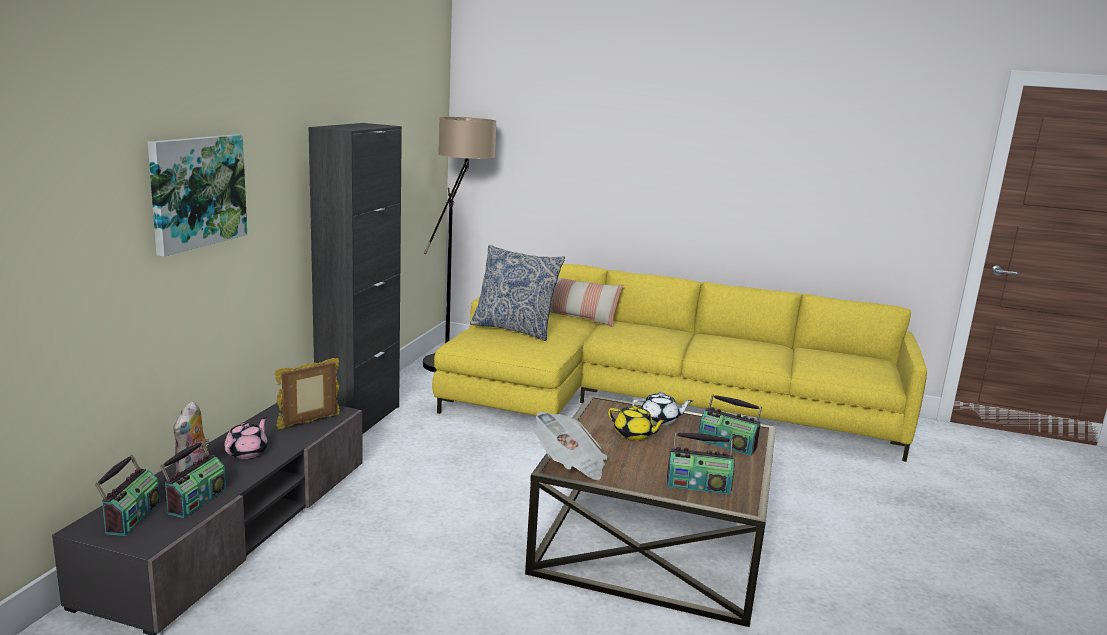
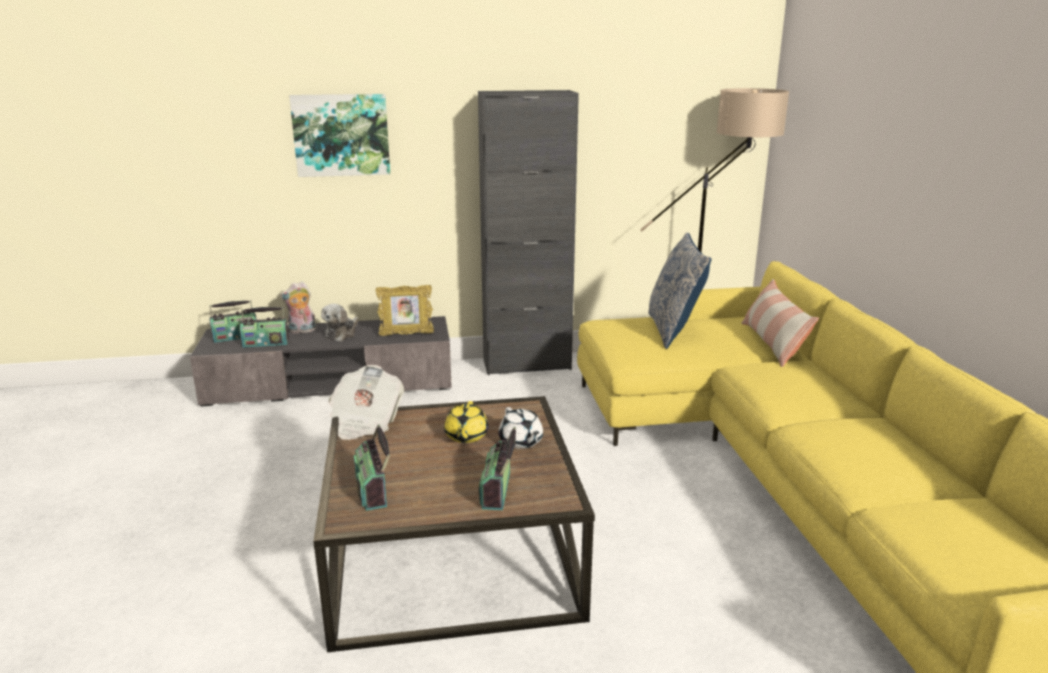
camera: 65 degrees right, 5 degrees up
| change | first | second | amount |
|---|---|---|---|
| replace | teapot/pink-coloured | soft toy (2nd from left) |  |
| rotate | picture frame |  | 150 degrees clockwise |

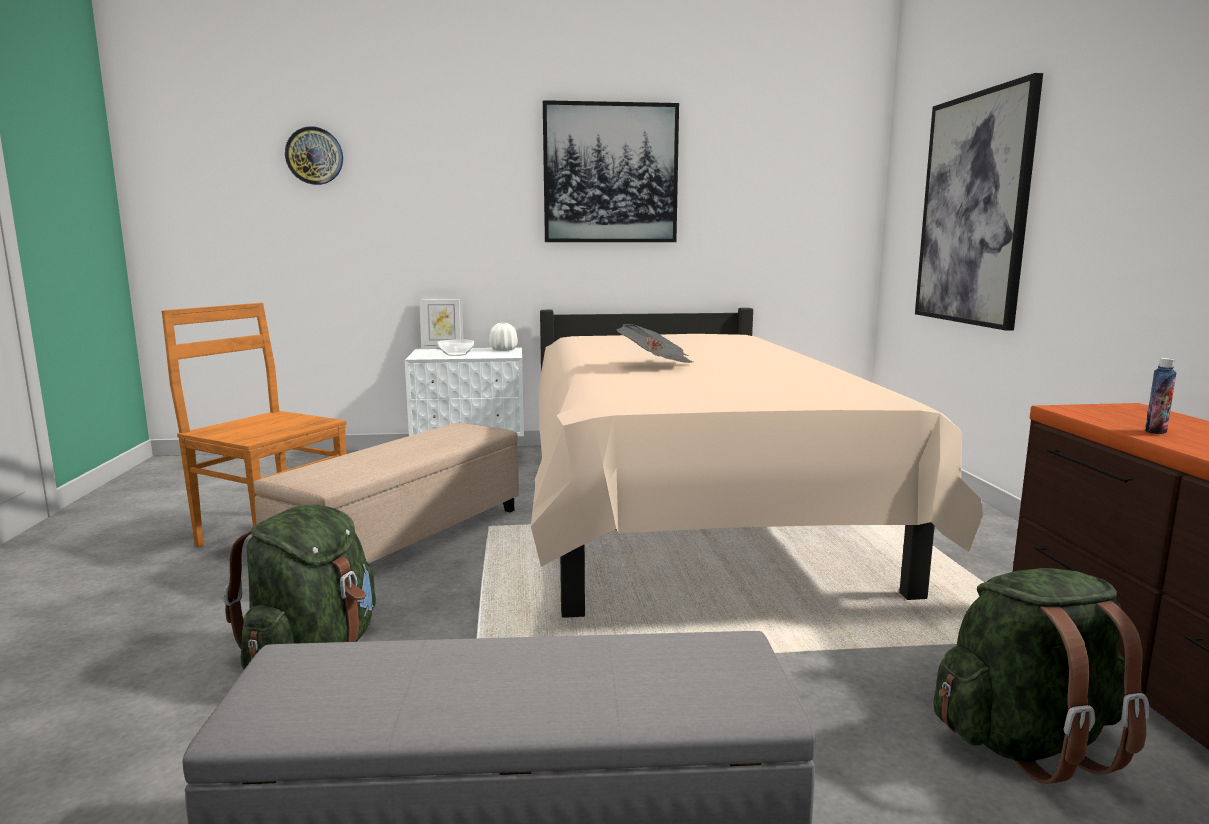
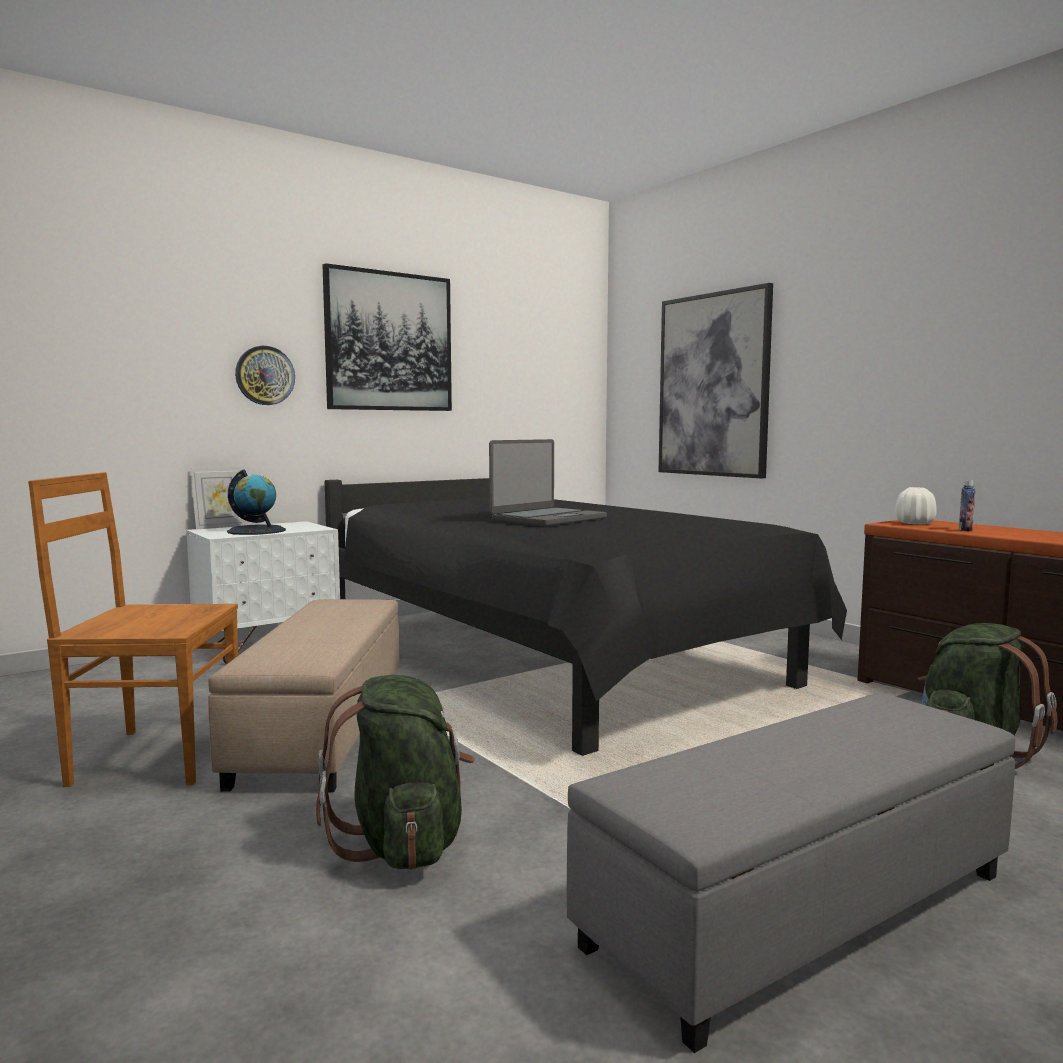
camera: 30 degrees left, 5 degrees down
| change | first | second | amount |
|---|---|---|---|
| replace | serving bowl | desk globe |  |
| move | hanging clock |  |  |
| recolor | bedroom bed/sand-coloured | bedroom bed/black |  |
| replace | daily paper | portable computer |  |
| move | flower vase/white-coloured |  |  |

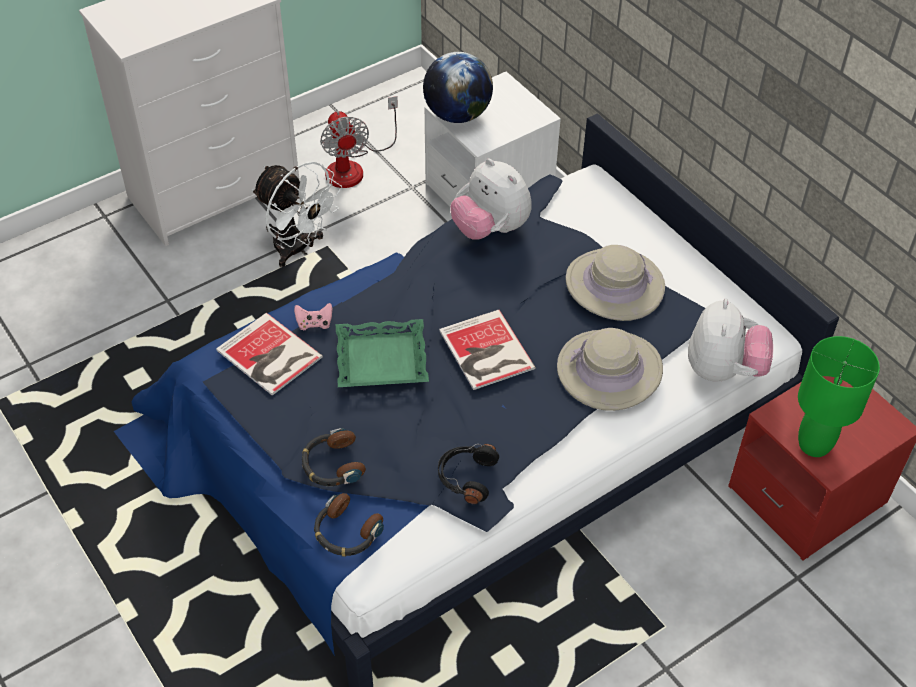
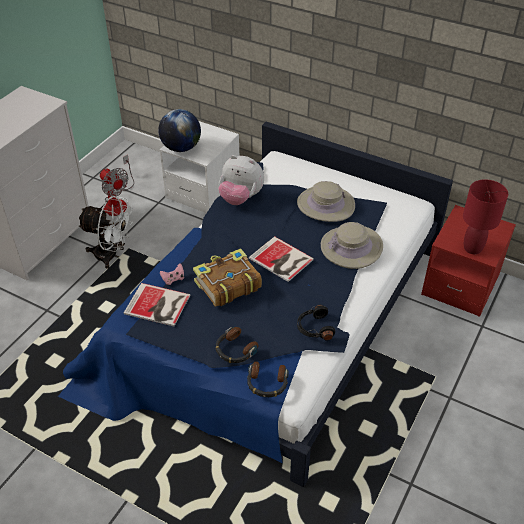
camera: 25 degrees left, 5 degrees down
| change | first | second | amount |
|---|---|---|---|
| replace | serving tray/green-coloured | book (2nd from left) |  |
| recolor | table lamp/green-coloured | table lamp/red-coloured |  |
| delete | soft toy (2nd from left) |  |  |

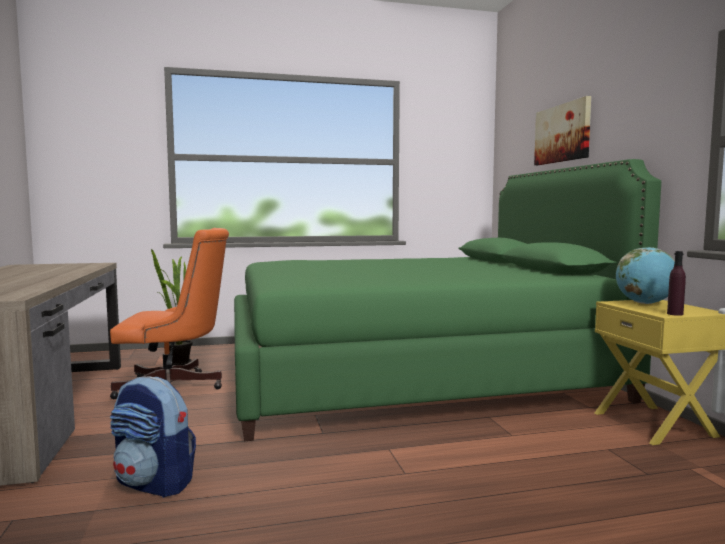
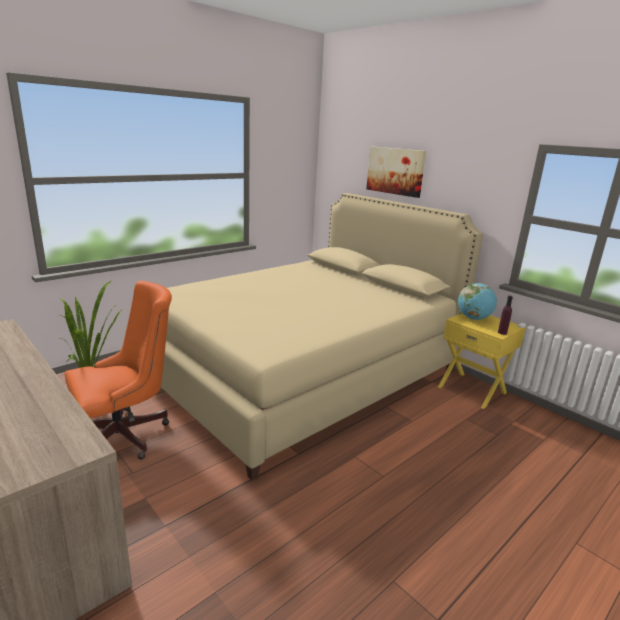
camera: 30 degrees left, 15 degrees up
| change | first | second | amount |
|---|---|---|---|
| recolor | bedroom bed/green-coloured | bedroom bed/sand-coloured |  |
| delete | backpack |  |  |

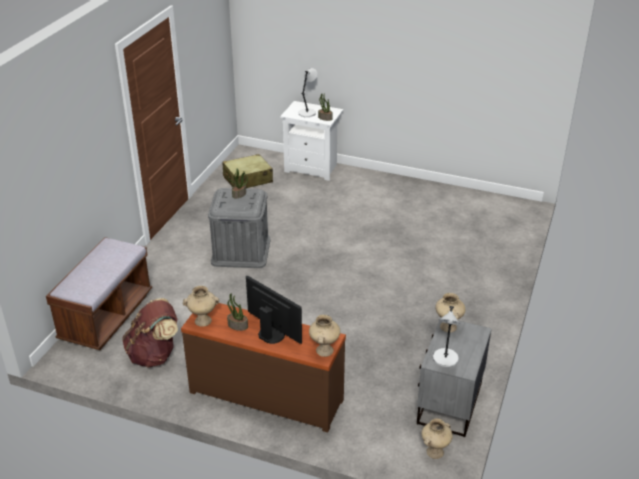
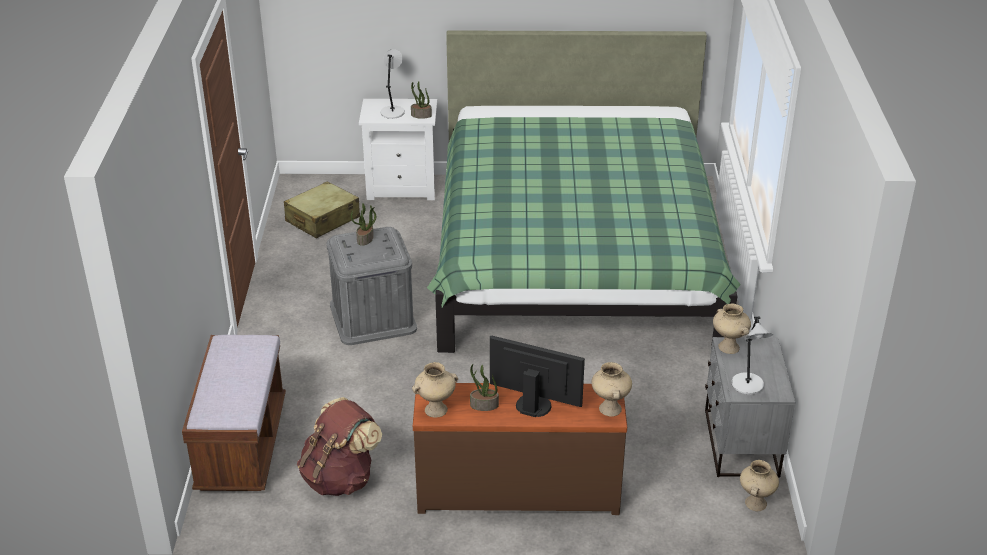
camera: 20 degrees left, 0 degrees up
| change | first | second | amount |
|---|---|---|---|
| insert |  | bedroom bed/green-coloured |  |

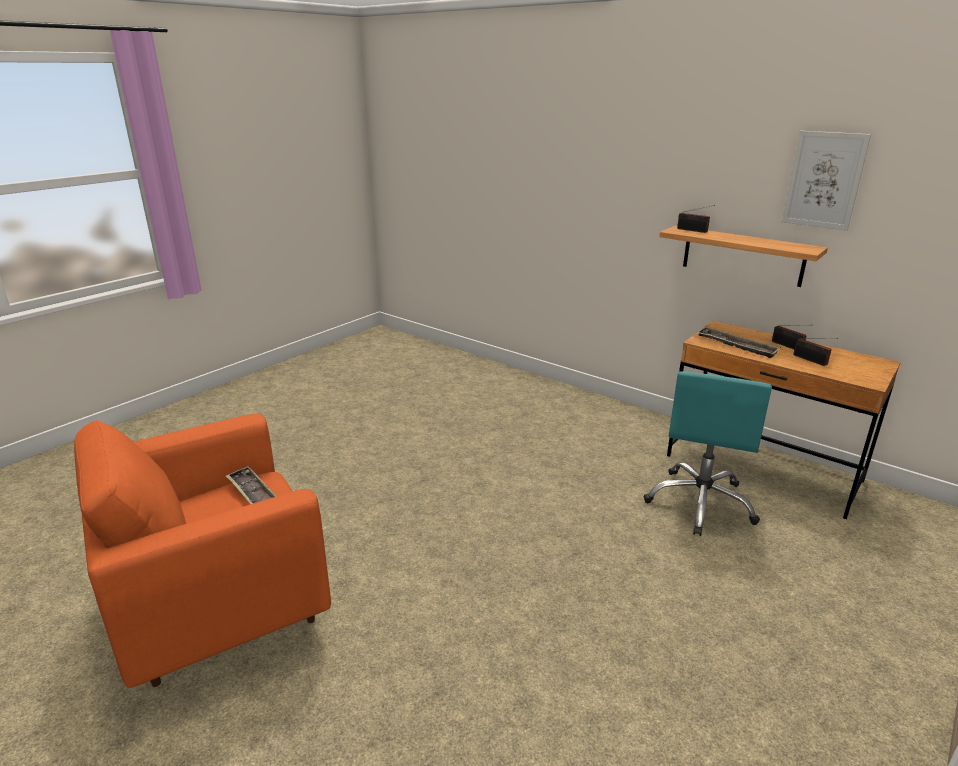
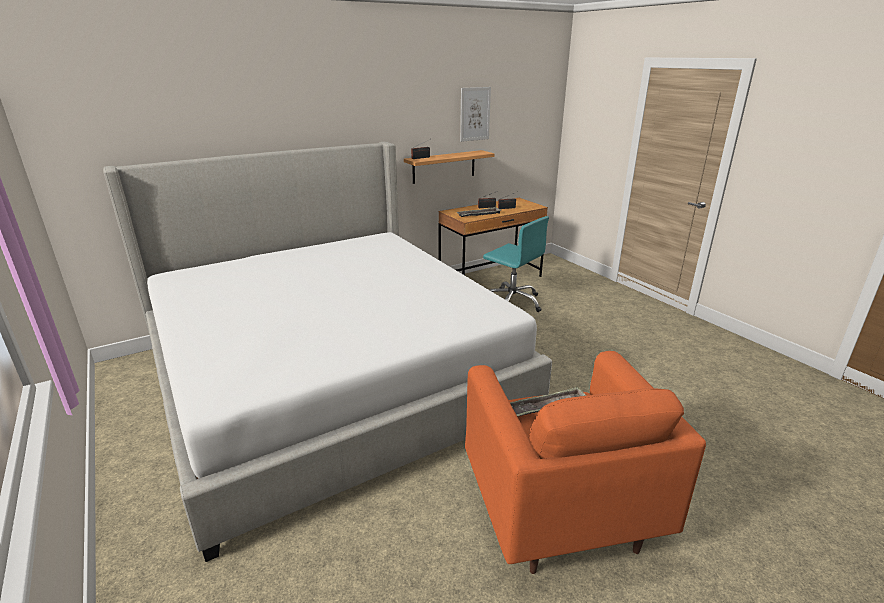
camera: 70 degrees left, 0 degrees up
| change | first | second | amount |
|---|---|---|---|
| insert |  | bedroom bed |  |

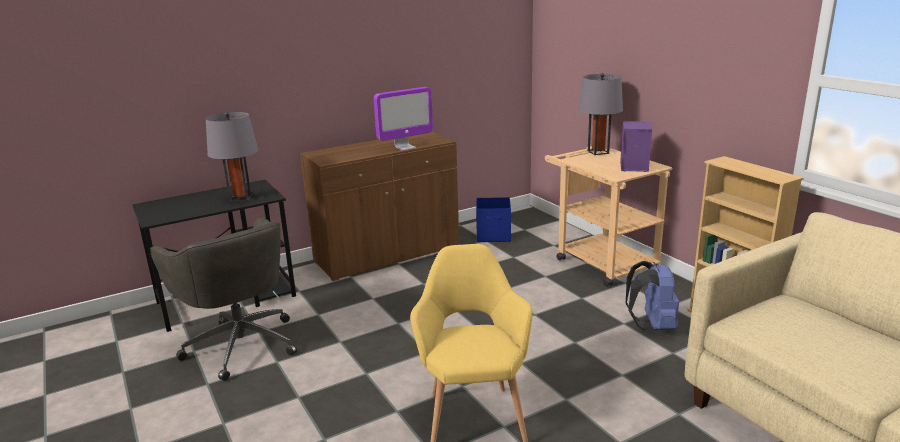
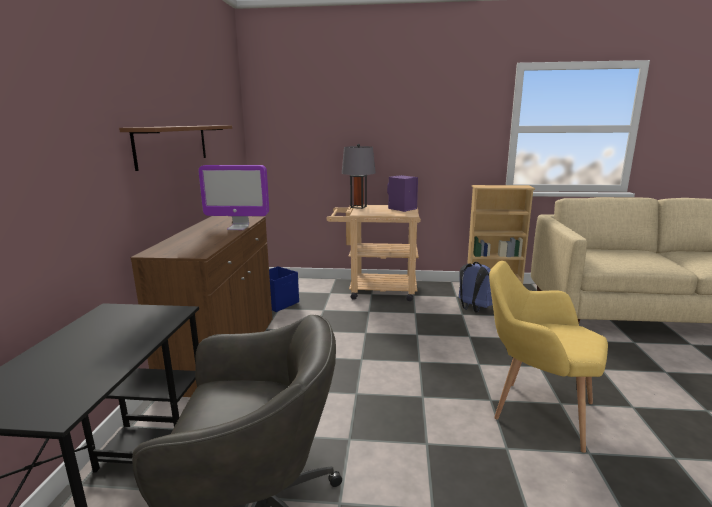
camera: 55 degrees left, 5 degrees down
| change | first | second | amount |
|---|---|---|---|
| insert |  | shelf/brownish |  |
| rotate | computer display |  | 90 degrees clockwise |
| delete | table lamp/greyish (1st from left) |  |  |

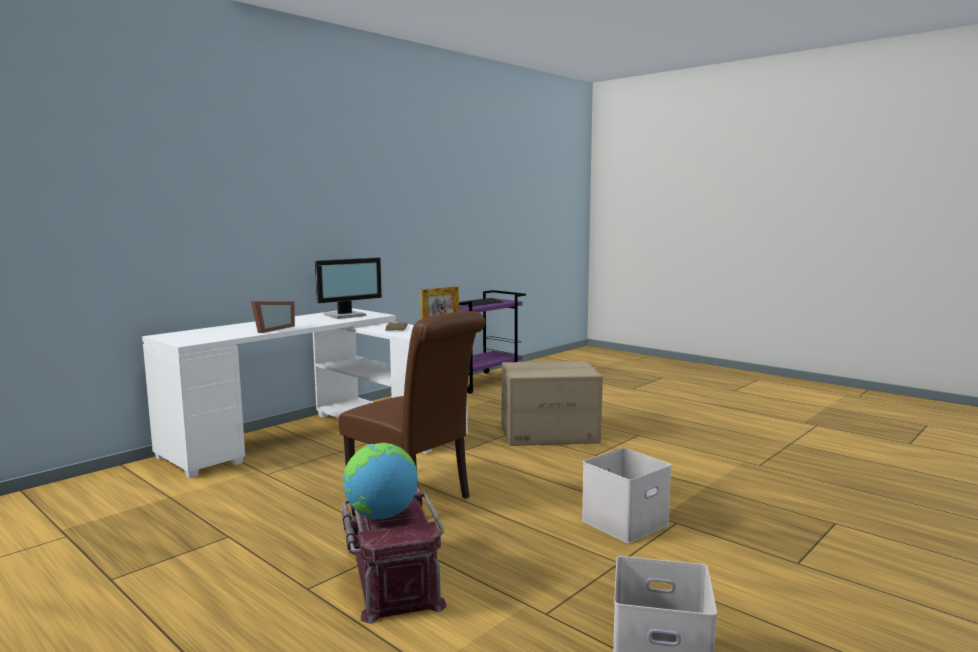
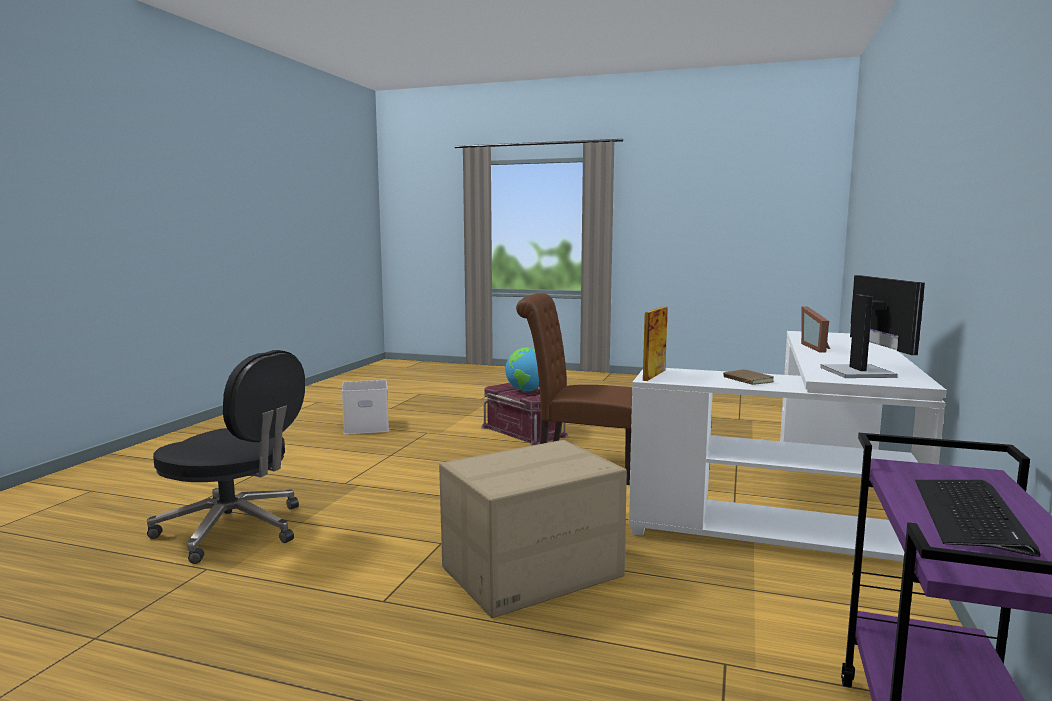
camera: 155 degrees right, 0 degrees up
| change | first | second | amount |
|---|---|---|---|
| insert |  | computer chair/black |  |
| rotate | computer display |  | 150 degrees clockwise |
| delete | storage box/white-coloured (1st from left) |  |  |

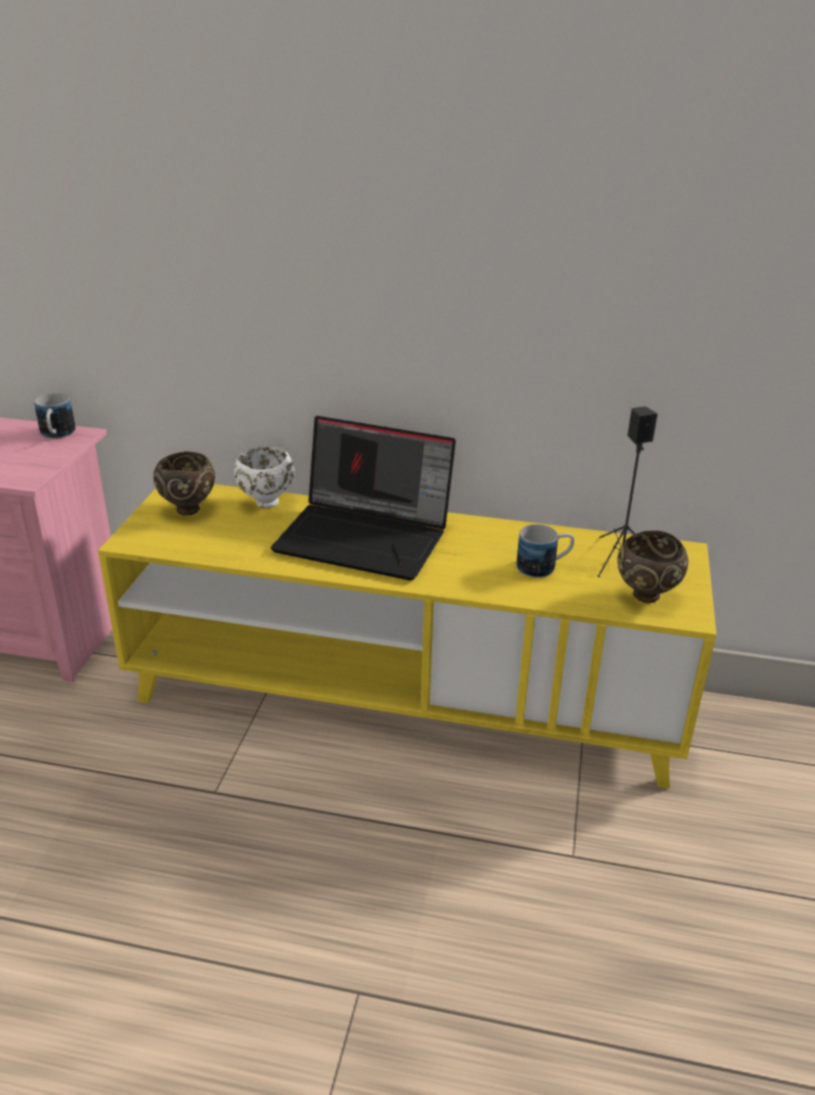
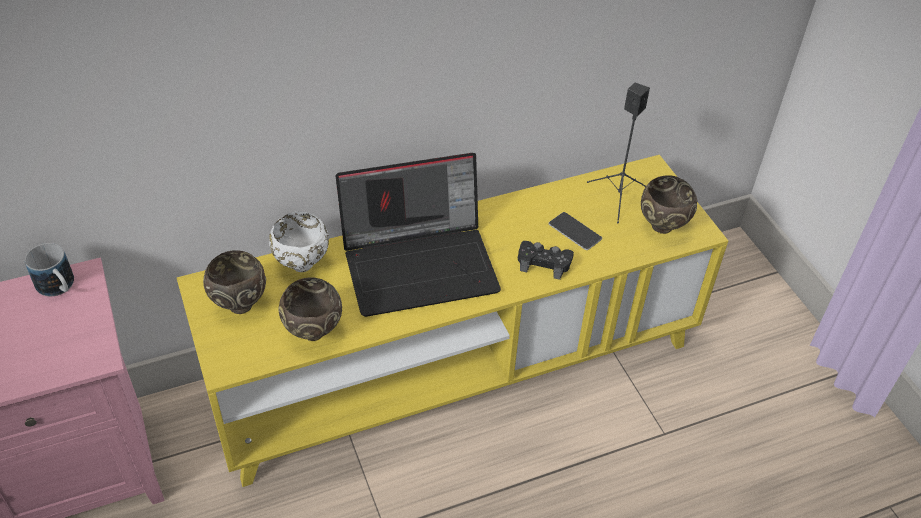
camera: 35 degrees left, 15 degrees up
| change | first | second | amount |
|---|---|---|---|
| insert |  | serving bowl/brownish (2nd from left) |  |
| insert |  | gamepad/black |  |
| replace | tea mug (2nd from left) | telephone |  |

